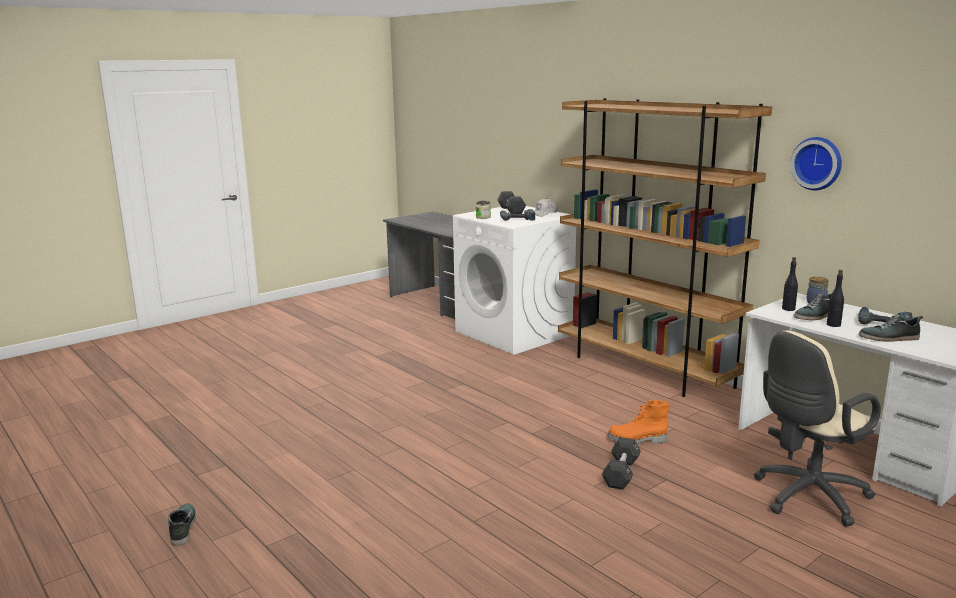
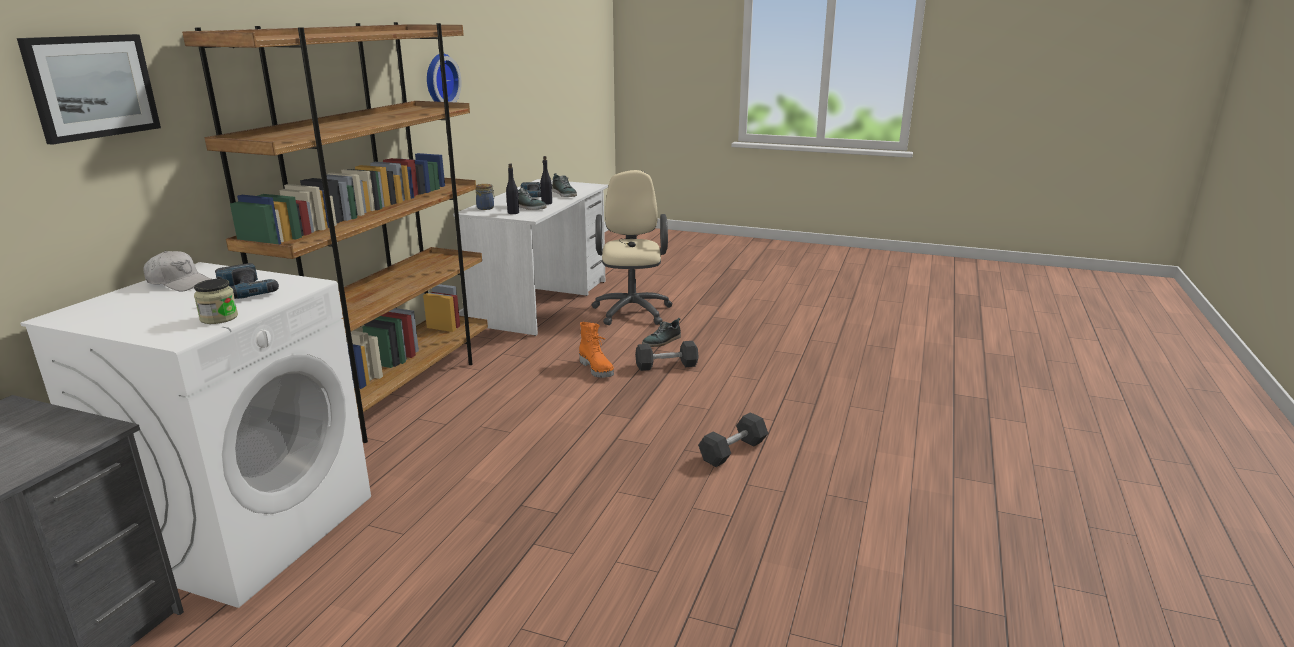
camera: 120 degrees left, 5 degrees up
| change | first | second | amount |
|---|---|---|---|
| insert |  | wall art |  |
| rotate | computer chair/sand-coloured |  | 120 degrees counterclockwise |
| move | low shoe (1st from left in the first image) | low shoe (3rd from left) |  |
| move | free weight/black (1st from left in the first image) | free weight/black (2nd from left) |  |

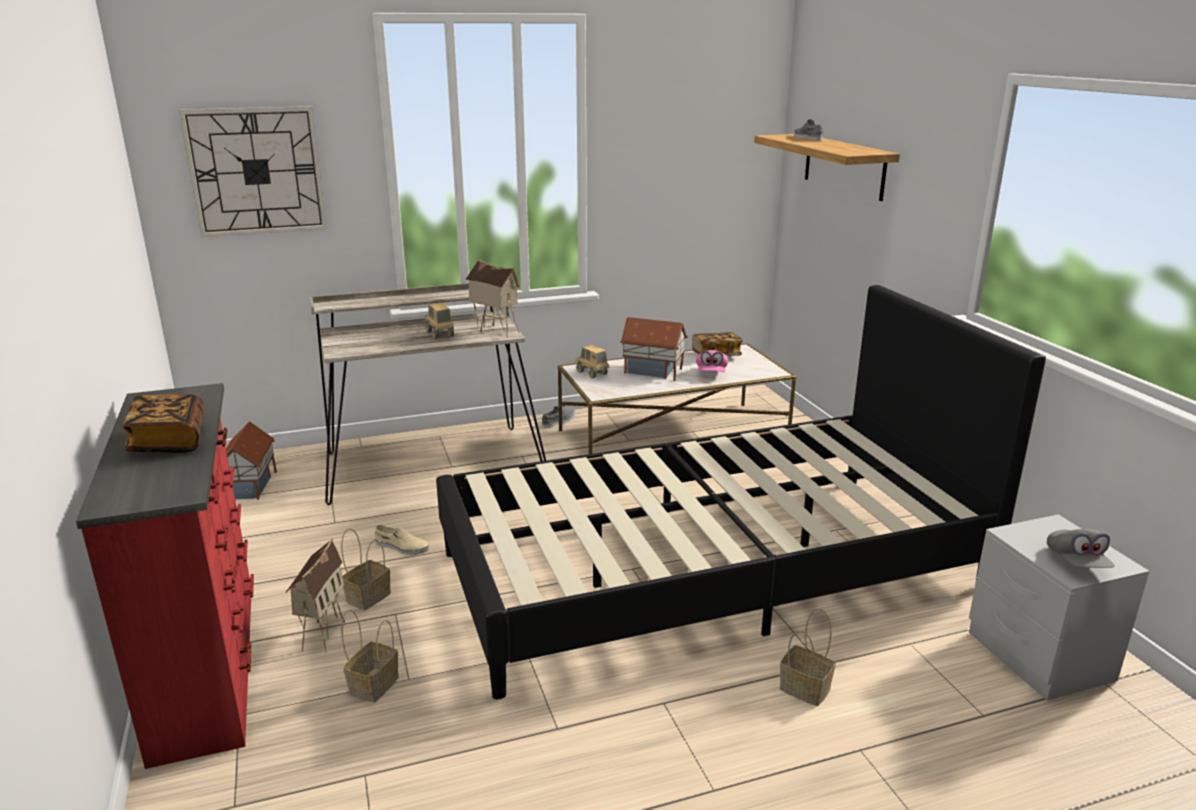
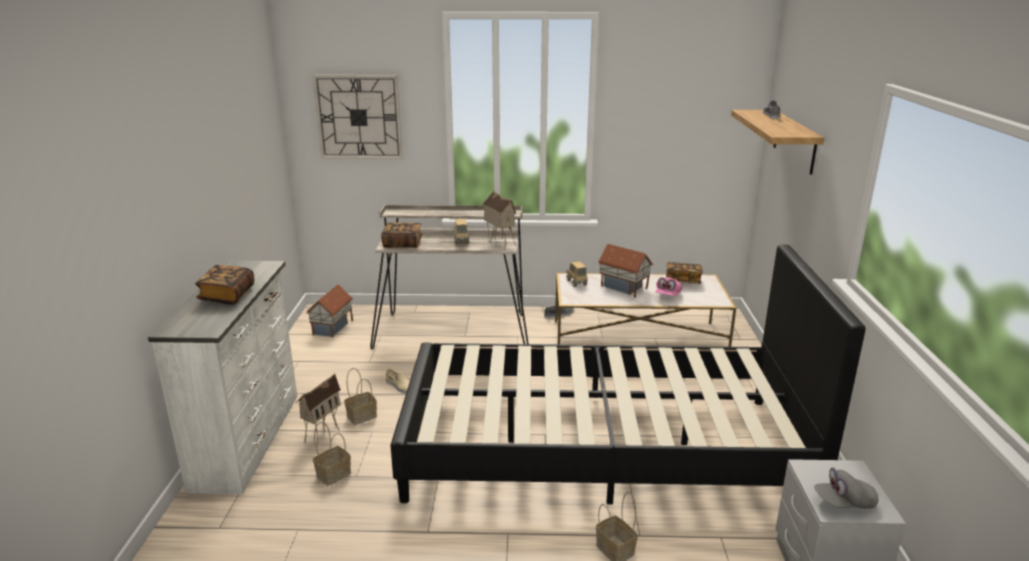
camera: 20 degrees right, 0 degrees up
| change | first | second | amount |
|---|---|---|---|
| recolor | chest of drawers/red-coloured | chest of drawers/white-coloured |  |
| insert |  | book (2nd from left) |  |
| rotate | baseball cap/greyish |  | 60 degrees clockwise |

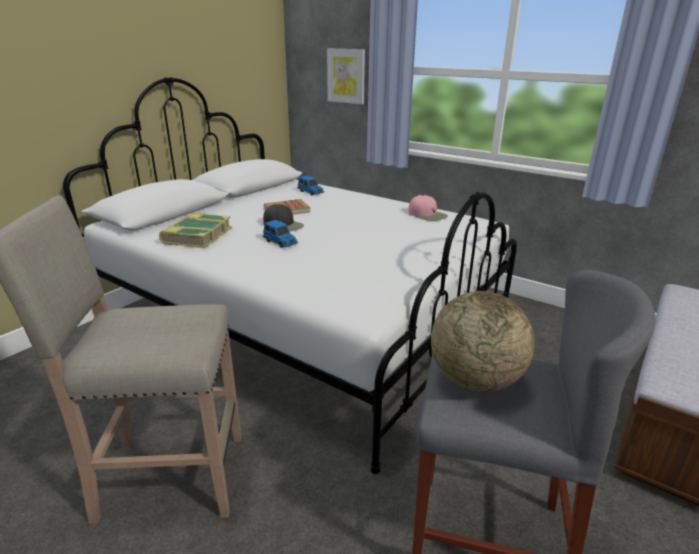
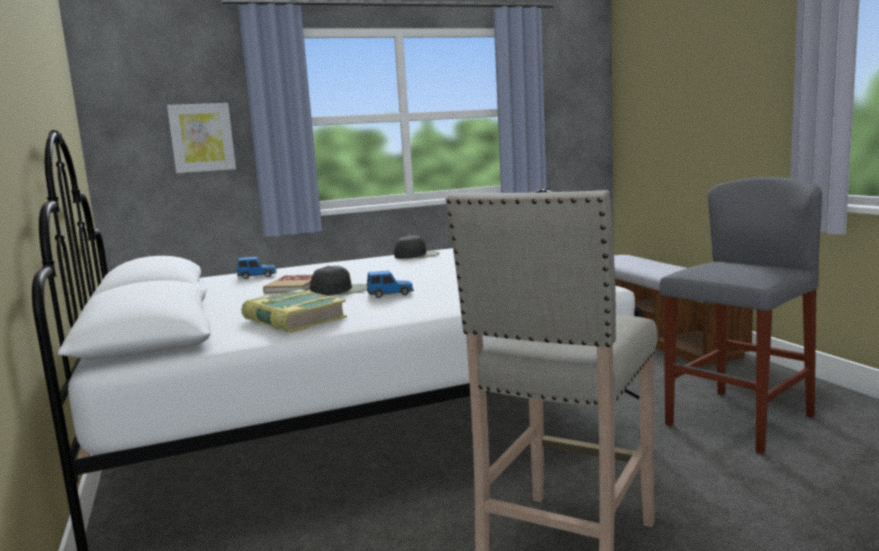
camera: 55 degrees left, 15 degrees down
| change | first | second | amount |
|---|---|---|---|
| recolor | baseball cap/pink-coloured | baseball cap/black (2nd from left) |  |
| delete | desk globe |  |  |

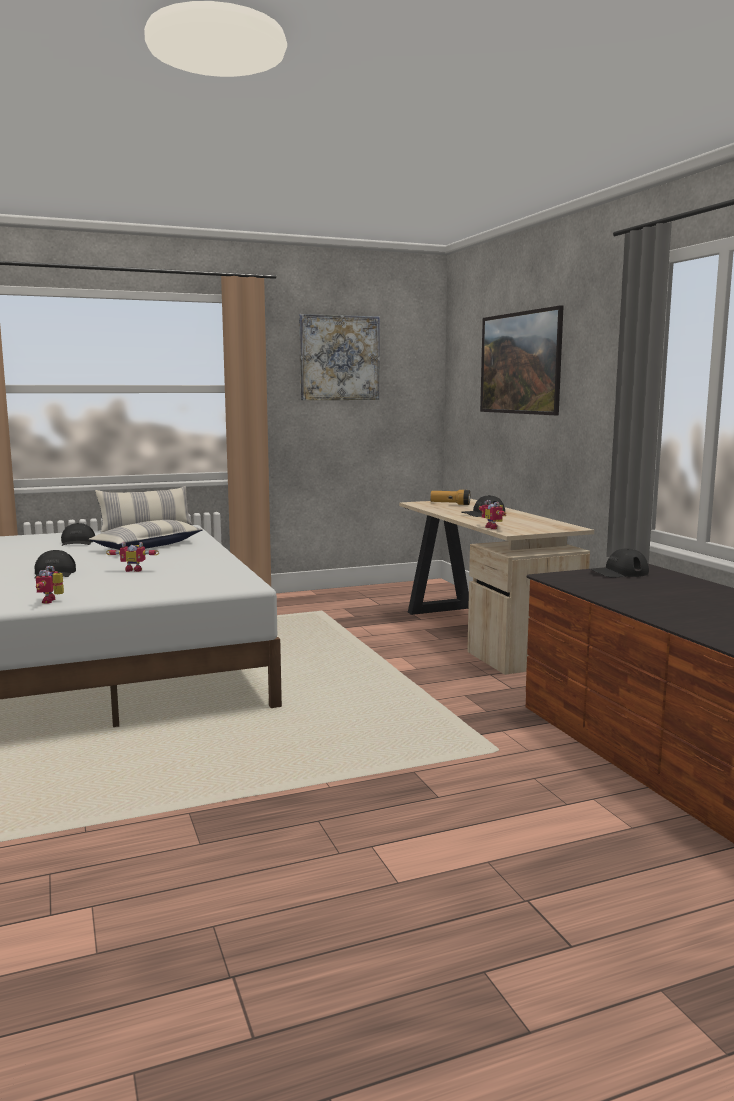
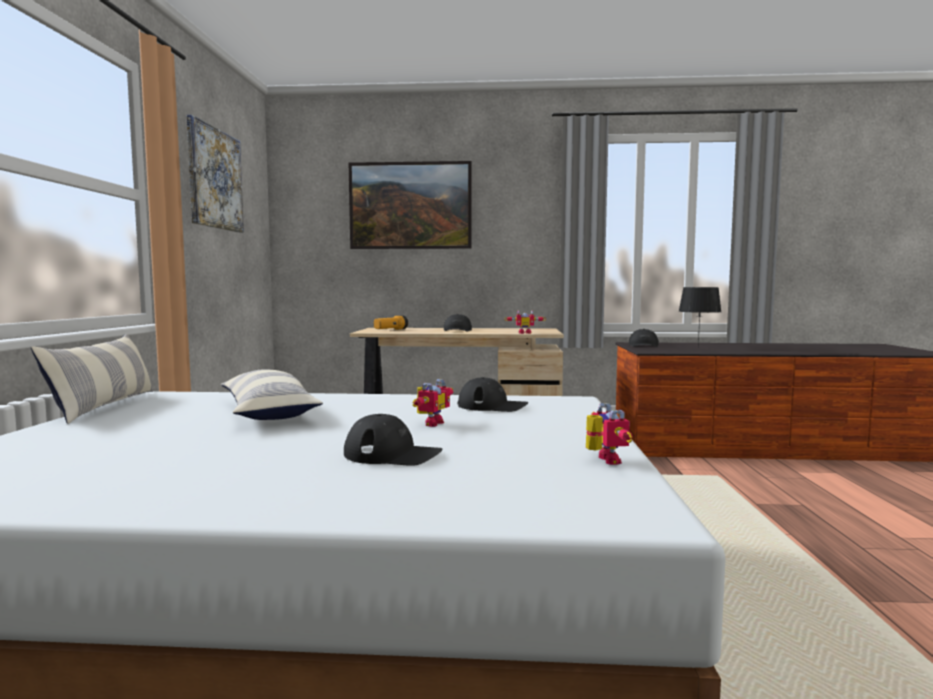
camera: 65 degrees left, 5 degrees down
| change | first | second | amount |
|---|---|---|---|
| move | baseball cap/black (2nd from left in the first image) | baseball cap/black (3rd from left) |  |
| rotate | model robot (1st from left in the first image) | model robot (3rd from left) | 120 degrees counterclockwise |
| insert |  | table lamp/black |  |

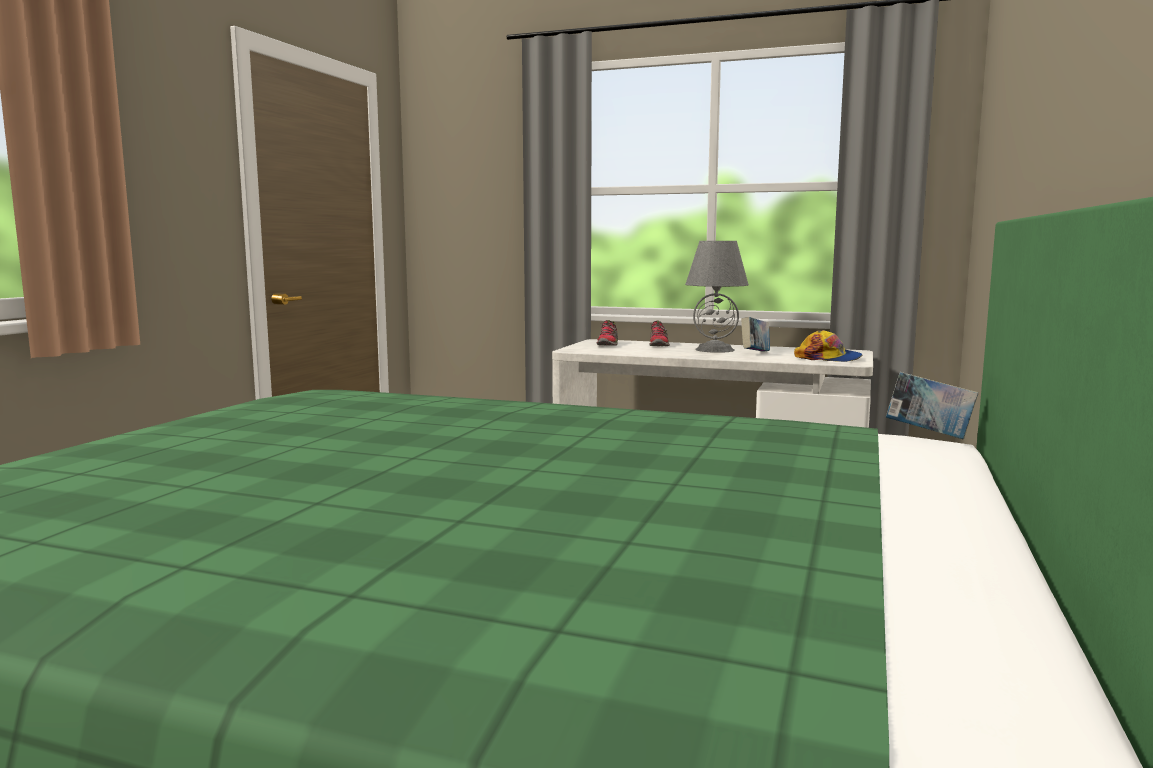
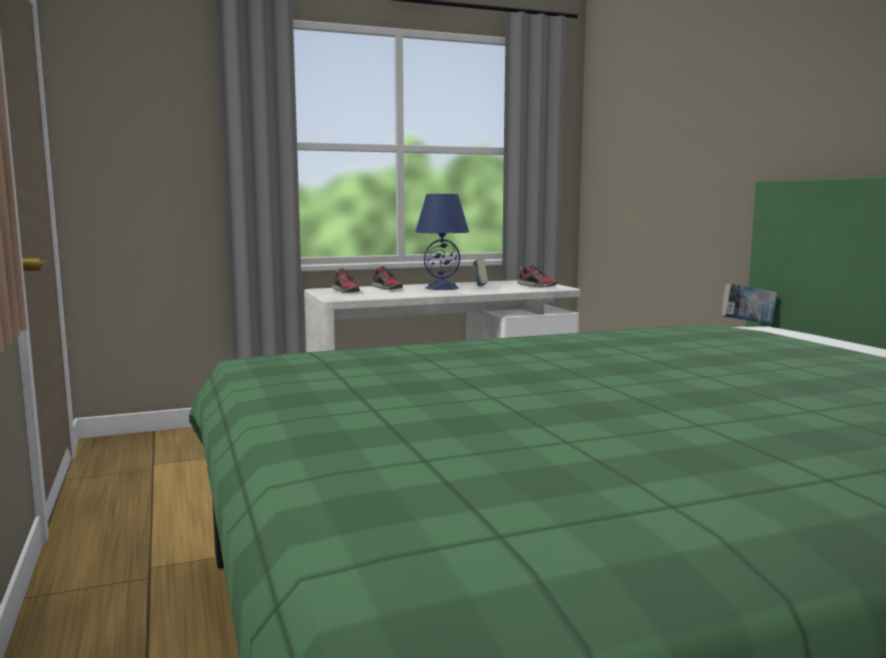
camera: 40 degrees left, 0 degrees up
| change | first | second | amount |
|---|---|---|---|
| recolor | table lamp/greyish | table lamp/blue-coloured |  |
| replace | baseball cap | low shoe (3rd from left) |  |

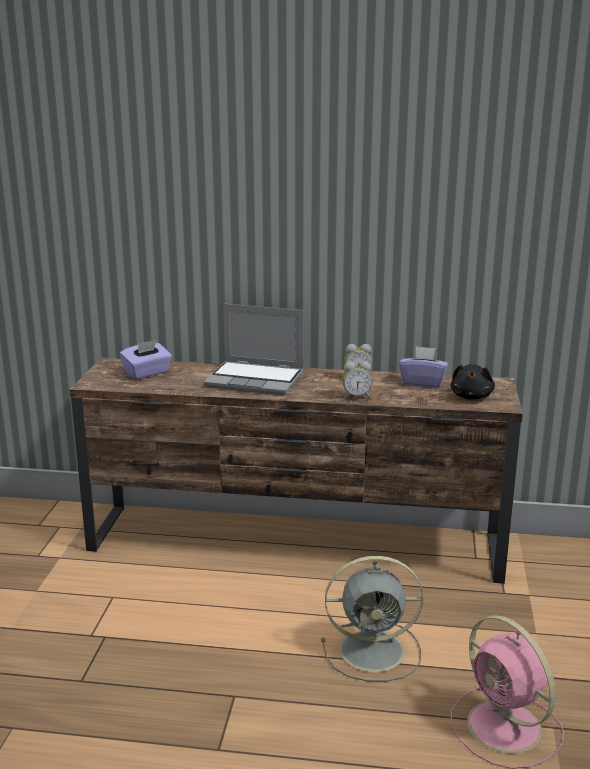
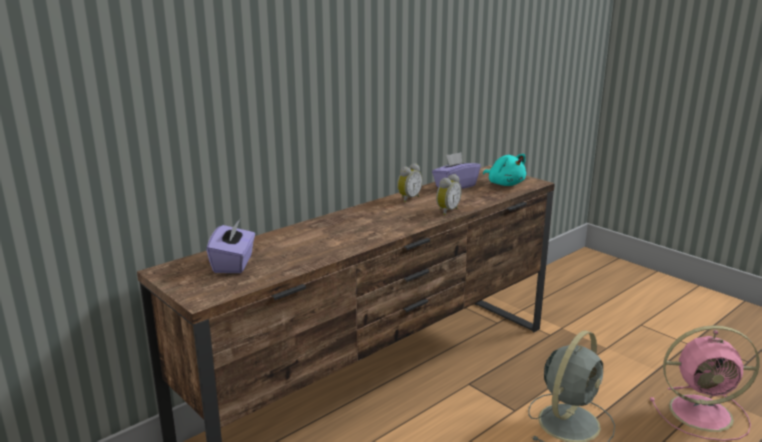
camera: 50 degrees left, 0 degrees up
| change | first | second | amount |
|---|---|---|---|
| recolor | soft toy/black | soft toy/blue-green |  |
| delete | portable computer |  |  |

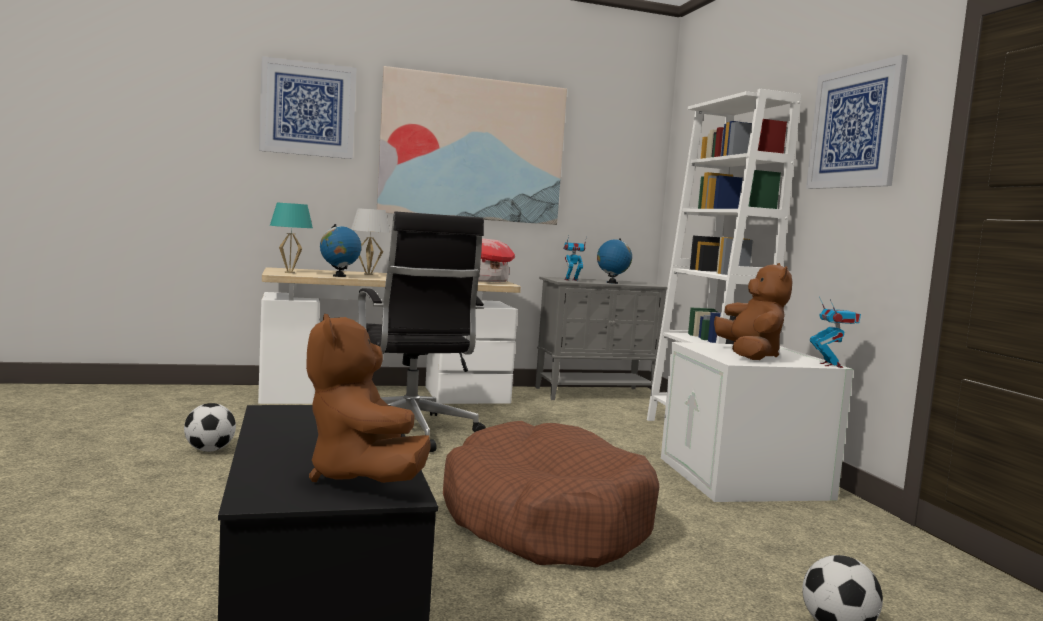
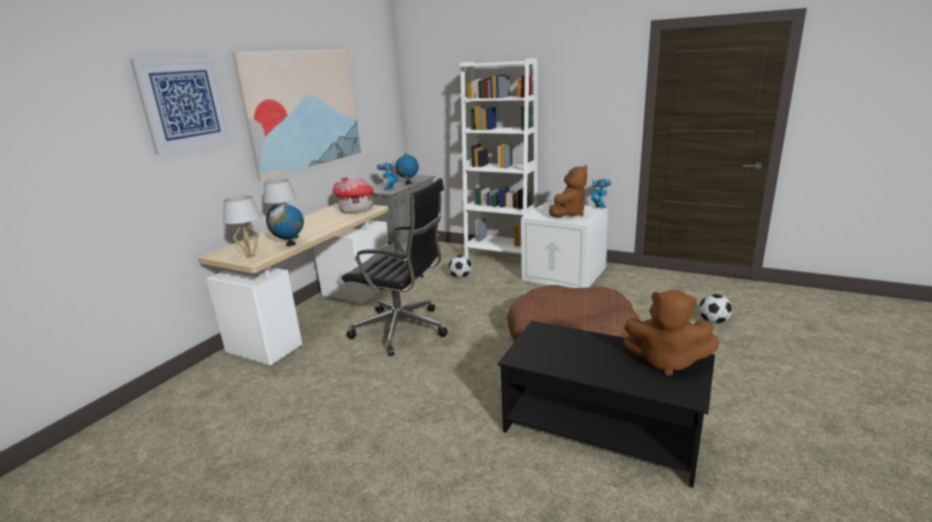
camera: 45 degrees left, 15 degrees up
| change | first | second | amount |
|---|---|---|---|
| recolor | table lamp/blue-green | table lamp/white-coloured (1st from left) |  |
| move | football ball (1st from left) |  |  |
| rotate | soft toy/brownish (2nd from left in the first image) | soft toy/brownish (1st from left) | 90 degrees clockwise |
| delete | wall art (3rd from left) |  |  |

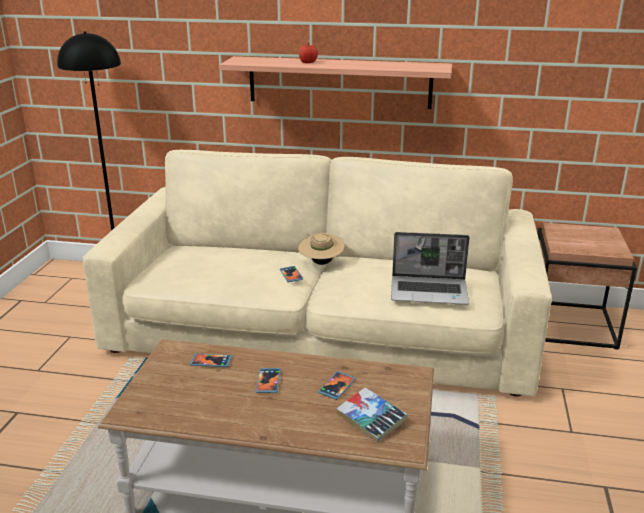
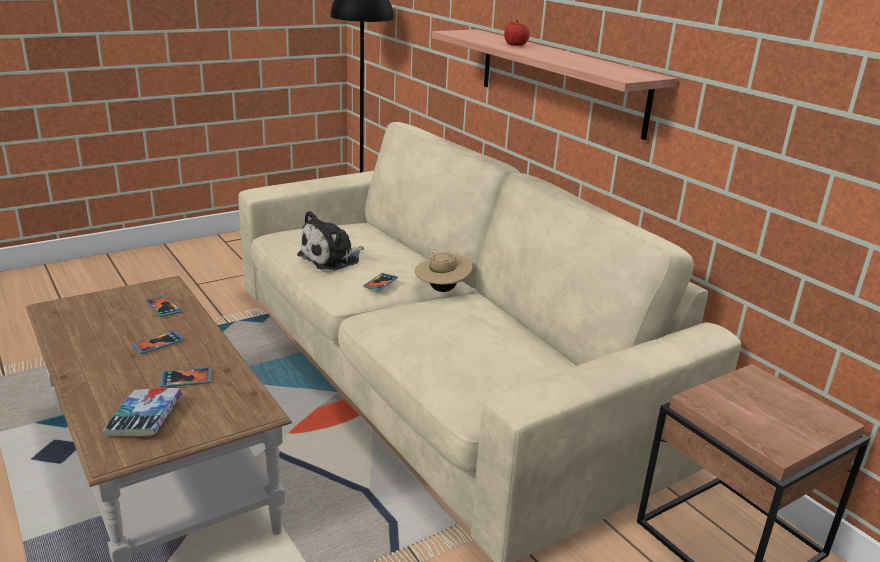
camera: 45 degrees right, 0 degrees up
| change | first | second | amount |
|---|---|---|---|
| insert |  | soft toy |  |
| delete | portable computer |  |  |

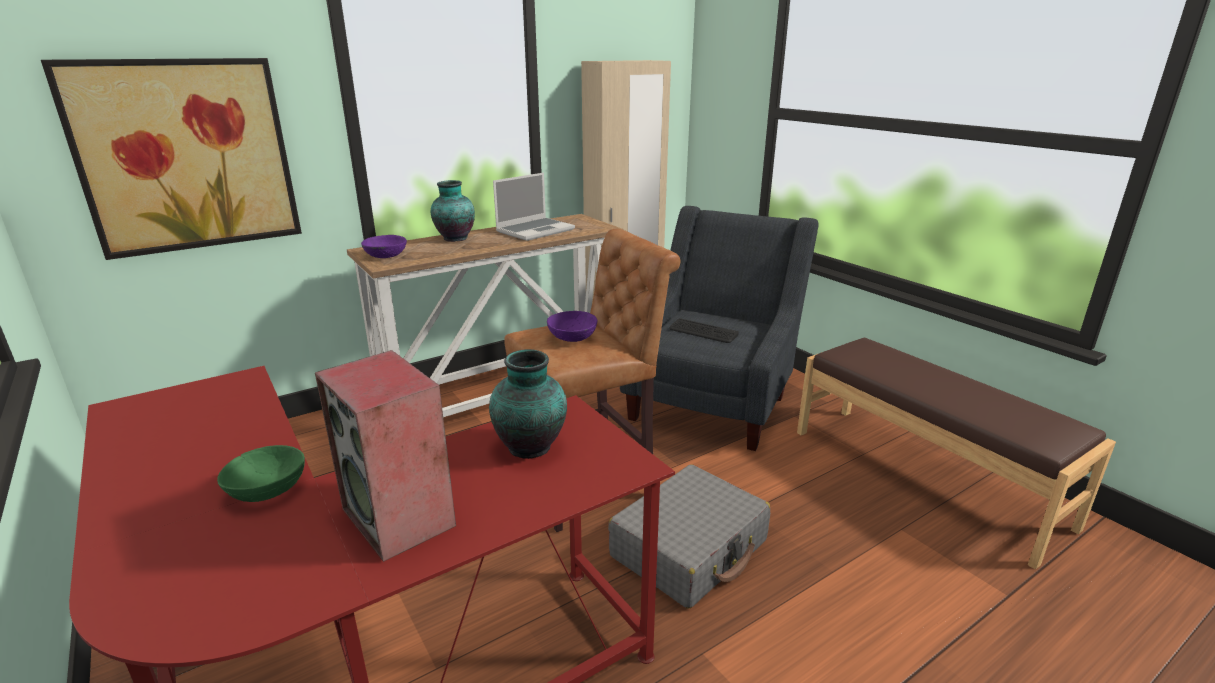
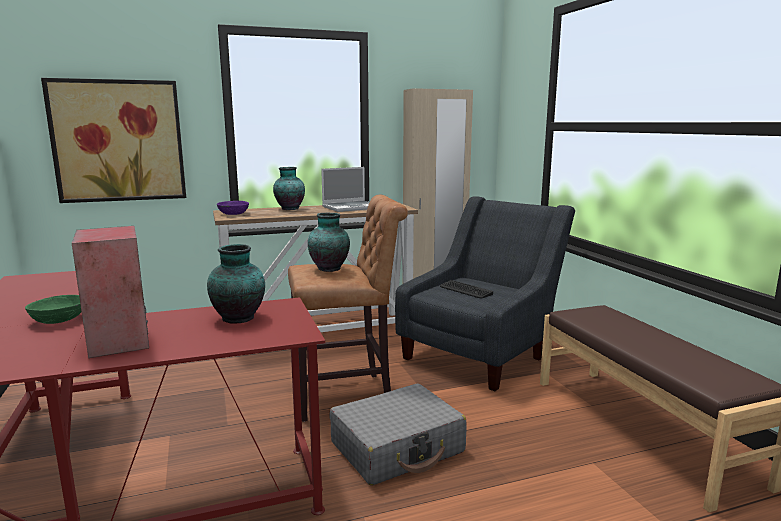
camera: 15 degrees right, 10 degrees down
| change | first | second | amount |
|---|---|---|---|
| replace | serving bowl/purple (2nd from left) | flower vase (3rd from left) |  |

